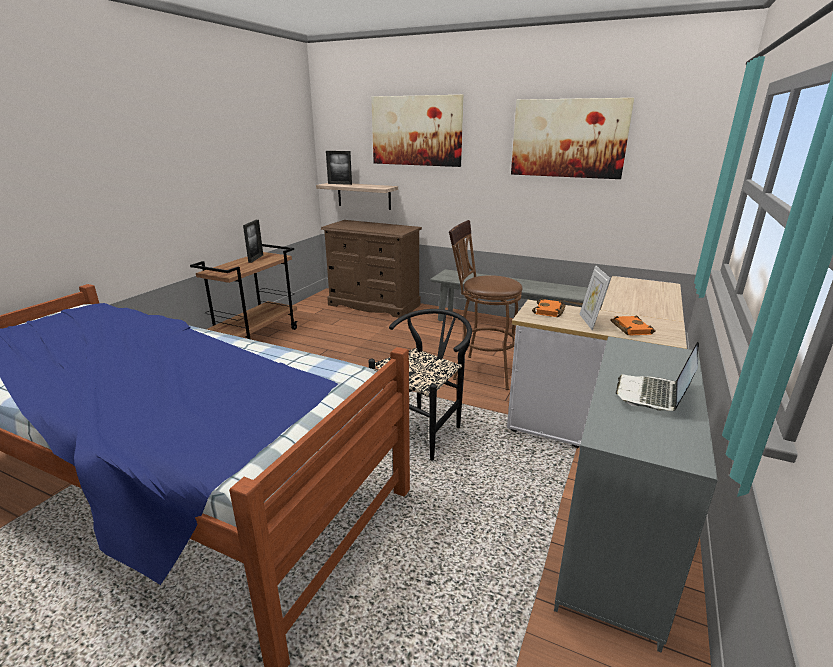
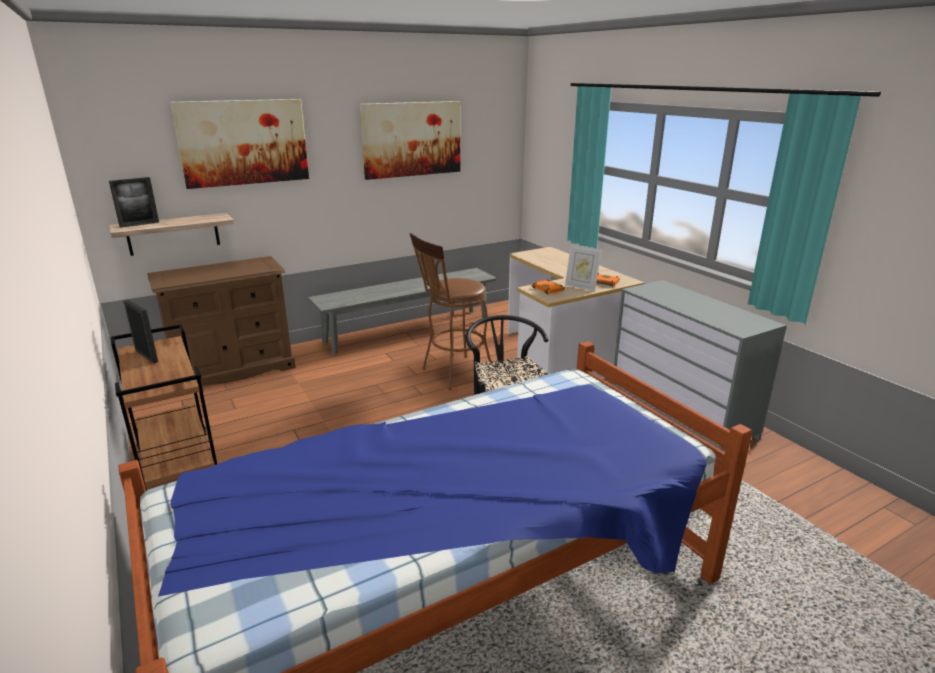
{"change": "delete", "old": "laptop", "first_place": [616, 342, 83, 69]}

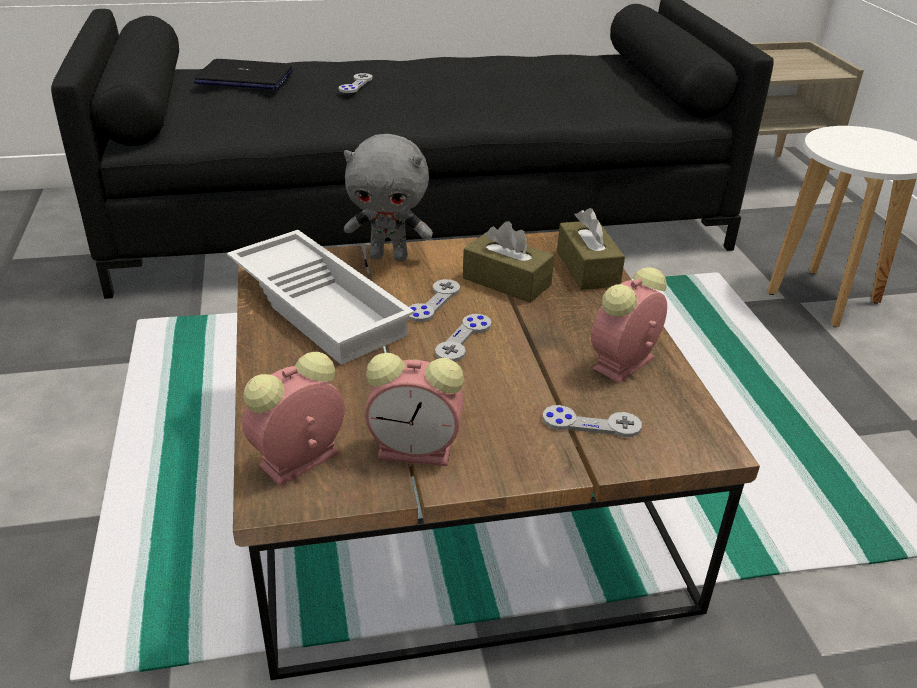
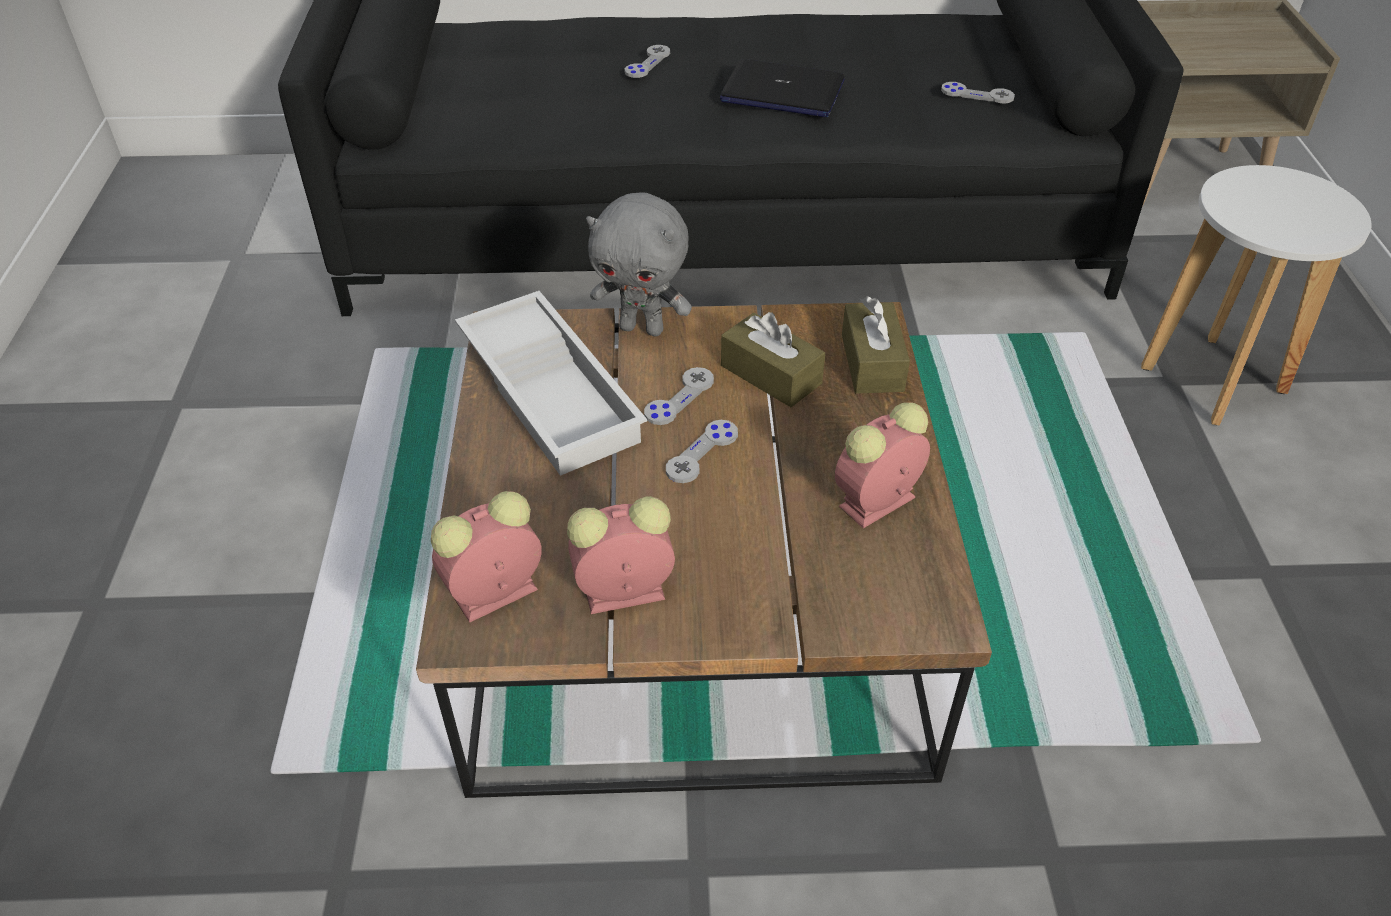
{"change": "move", "old": "laptop", "first_place": [194, 59, 99, 31], "second_place": [720, 60, 124, 57]}
{"change": "rotate", "old": "alarm clock", "first_place": [365, 353, 99, 113], "second_place": [567, 496, 108, 118], "degrees": 150}
{"change": "move", "old": "grey game controller", "first_place": [542, 405, 100, 32], "second_place": [941, 82, 74, 21]}

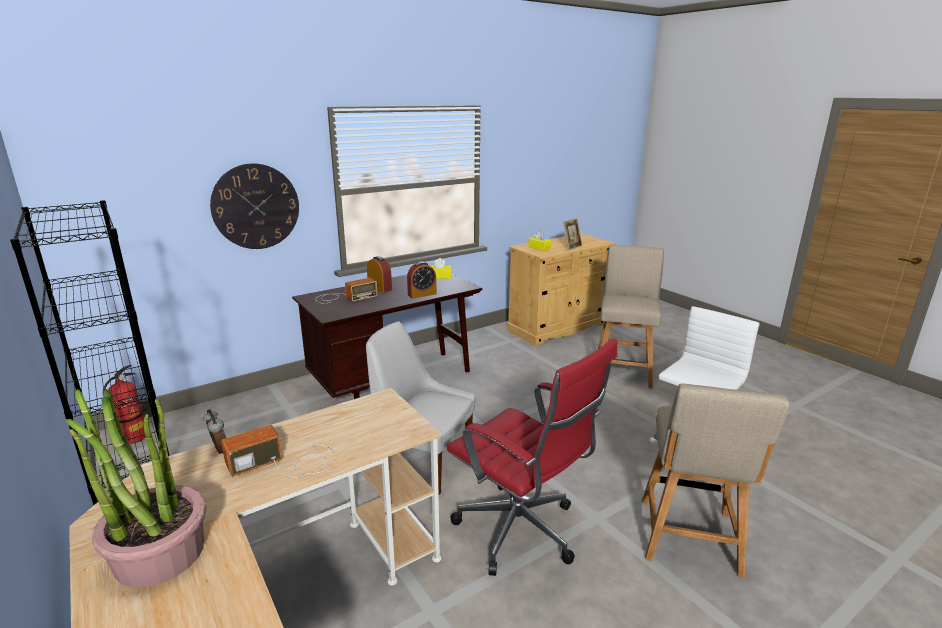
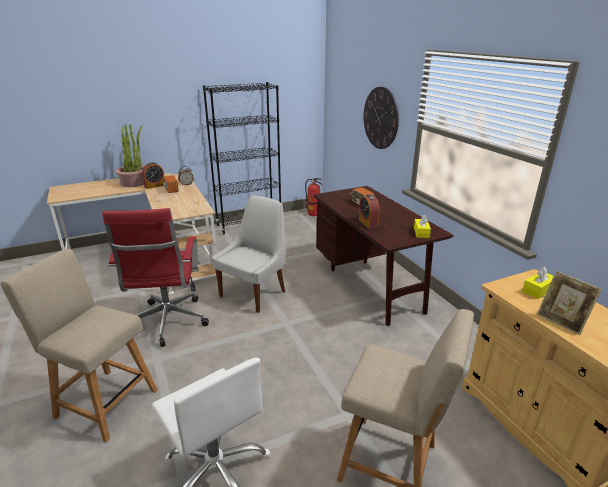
{"change": "move", "old": "alarm clock", "first_place": [367, 256, 25, 37], "second_place": [142, 162, 22, 27]}
{"change": "rotate", "old": "red office chair", "first_place": [447, 339, 170, 237], "second_place": [102, 208, 107, 139], "degrees": -60}

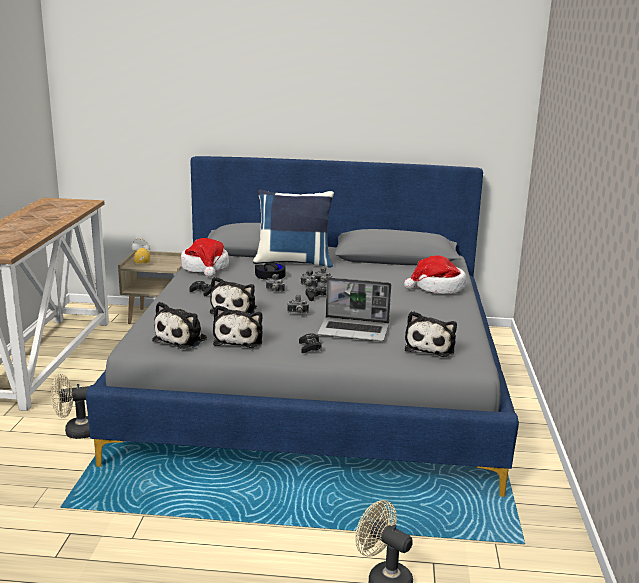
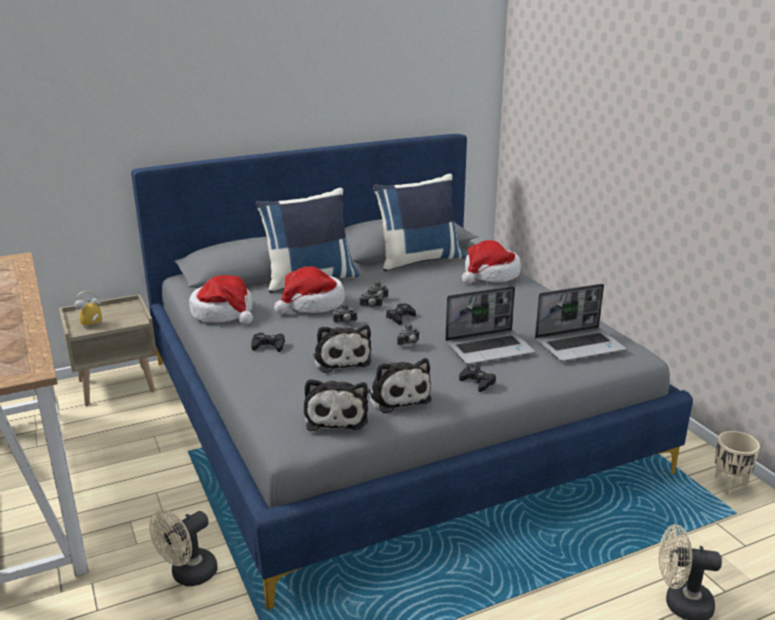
{"change": "replace", "old": "black headphones", "new": "hat", "first_place": [255, 262, 30, 18], "second_place": [274, 266, 71, 48]}
{"change": "replace", "old": "plush toy", "new": "laptop", "first_place": [405, 311, 52, 46], "second_place": [535, 284, 92, 77]}
{"change": "insert", "new": "blue pillow", "second_place": [373, 174, 93, 98]}
{"change": "insert", "new": "beige planter", "second_place": [715, 431, 45, 64]}

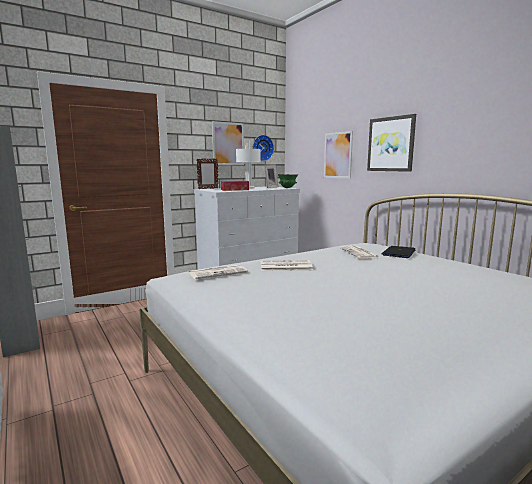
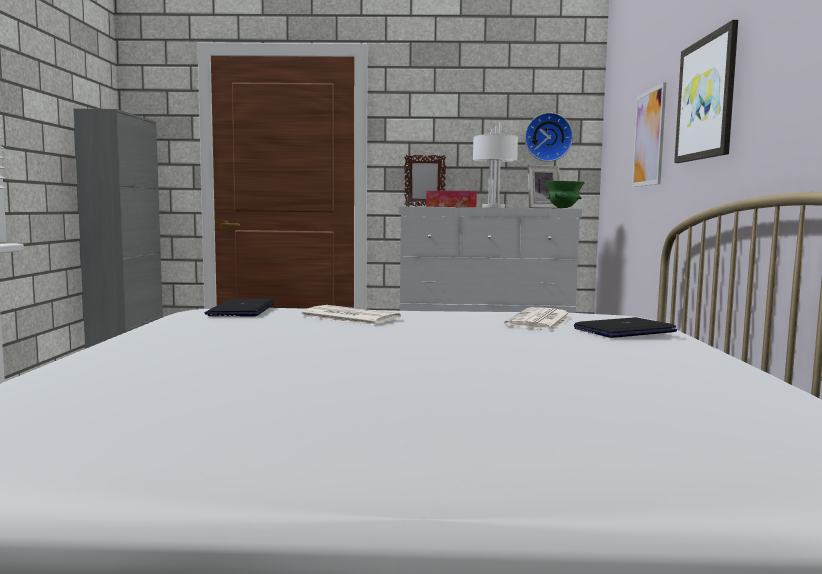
{"change": "delete", "old": "picture", "first_place": [212, 121, 32, 44]}
{"change": "replace", "old": "newspaper", "new": "laptop", "first_place": [189, 265, 59, 14], "second_place": [205, 299, 69, 17]}

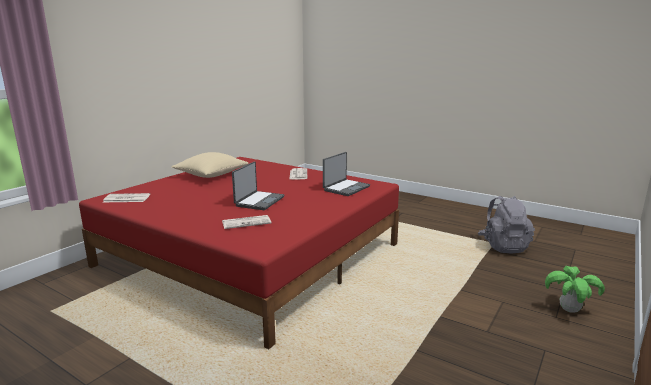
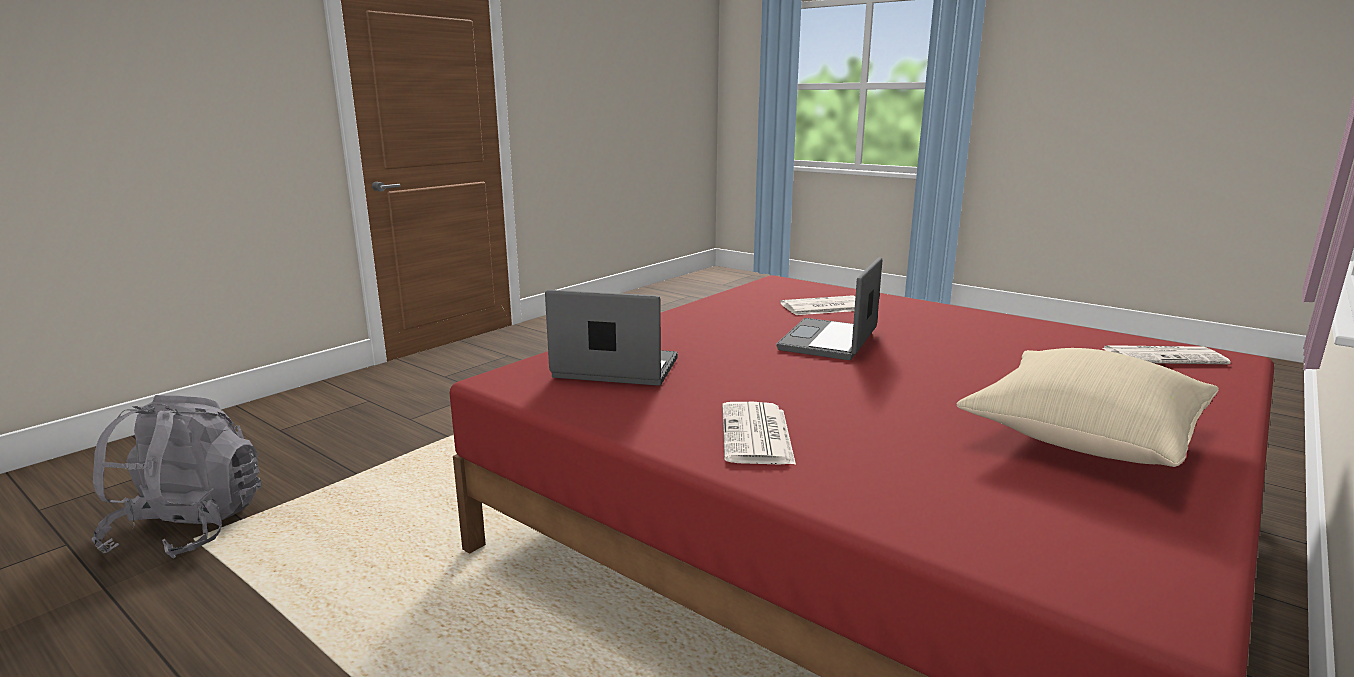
{"change": "rotate", "old": "laptop", "first_place": [323, 152, 47, 44], "second_place": [545, 290, 133, 96], "degrees": 60}
{"change": "delete", "old": "potted plant", "first_place": [545, 266, 60, 47]}

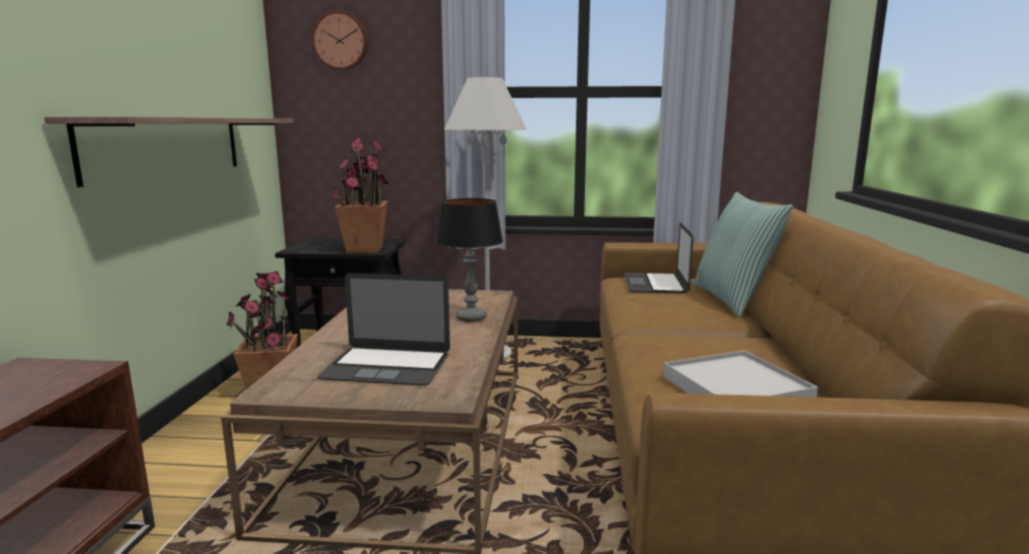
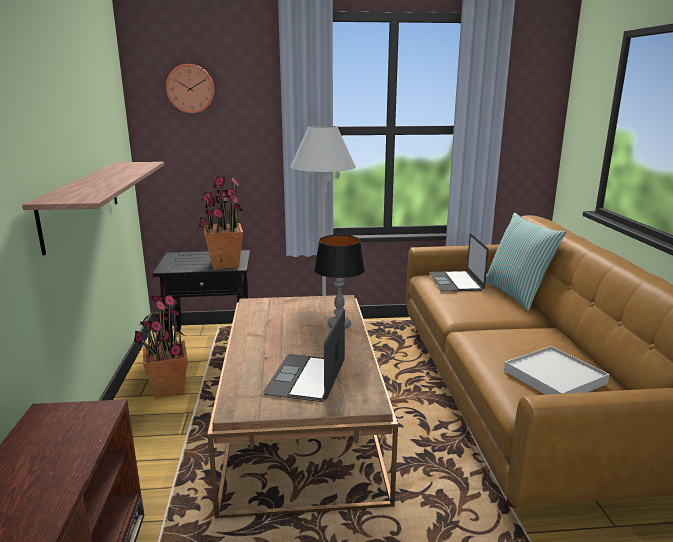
{"change": "rotate", "old": "laptop", "first_place": [317, 273, 133, 113], "second_place": [263, 308, 82, 94], "degrees": 105}

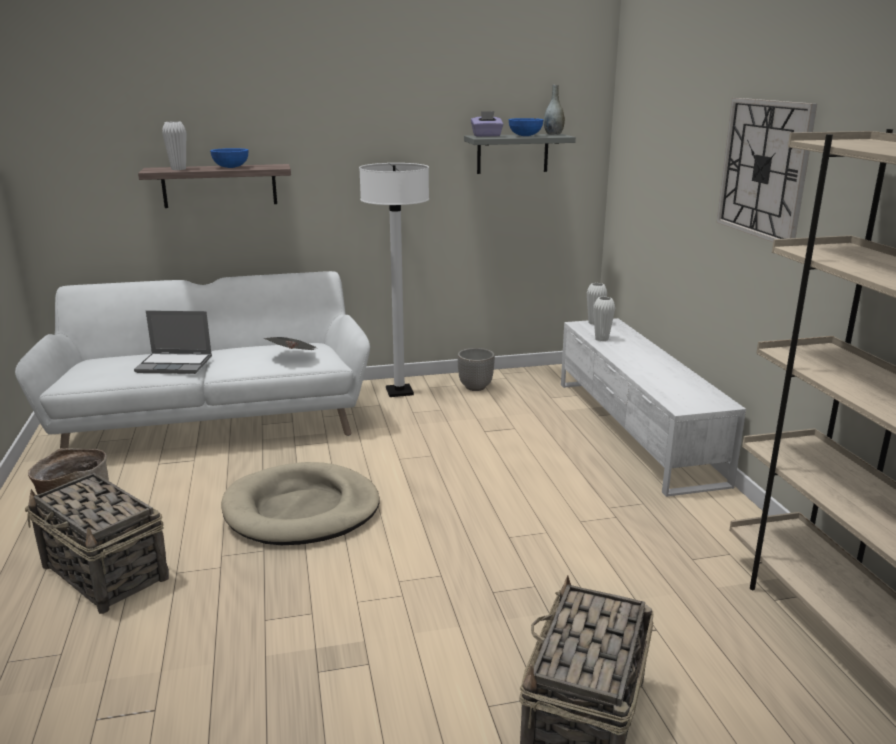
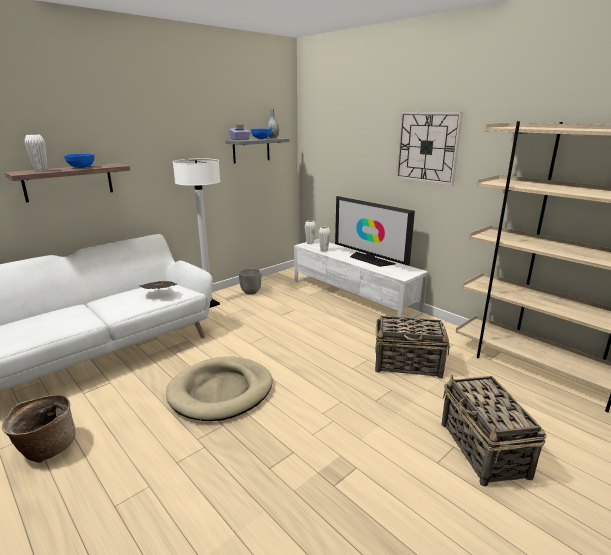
{"change": "delete", "old": "laptop", "first_place": [134, 311, 78, 63]}
{"change": "move", "old": "basket", "first_place": [25, 473, 144, 141], "second_place": [375, 316, 75, 62]}
{"change": "insert", "new": "television", "second_place": [335, 196, 80, 71]}

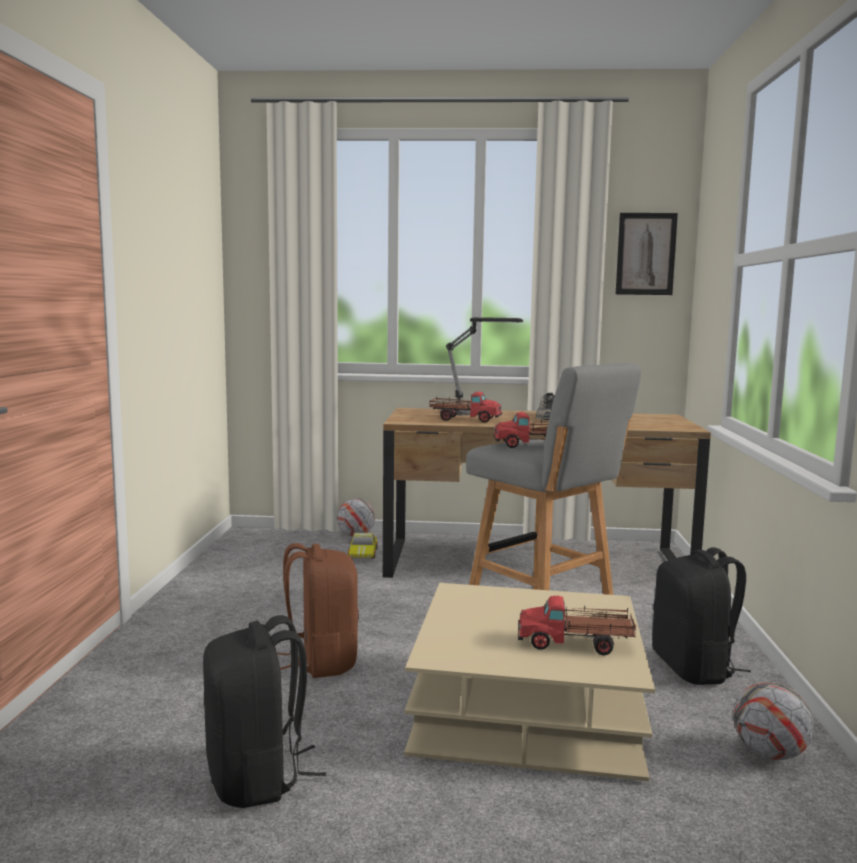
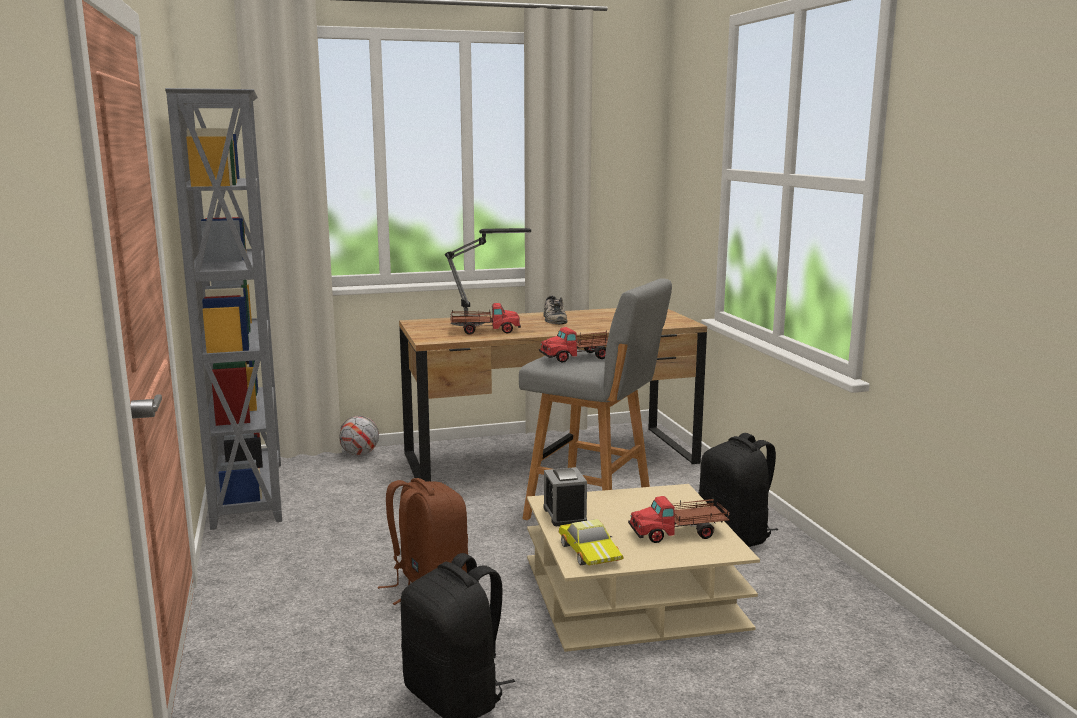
{"change": "delete", "old": "picture", "first_place": [616, 213, 62, 82]}
{"change": "move", "old": "toy car", "first_place": [348, 533, 30, 26], "second_place": [559, 519, 65, 47]}
{"change": "delete", "old": "football", "first_place": [733, 682, 81, 78]}
{"change": "insert", "new": "grey bookcase", "second_place": [165, 88, 117, 442]}
{"change": "insert", "new": "alarm clock", "second_place": [544, 467, 43, 59]}

